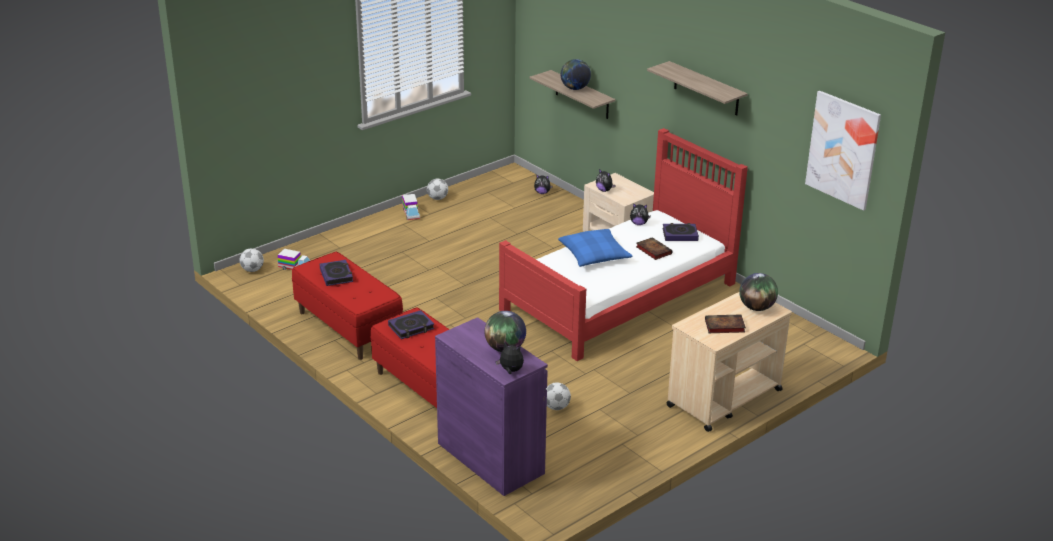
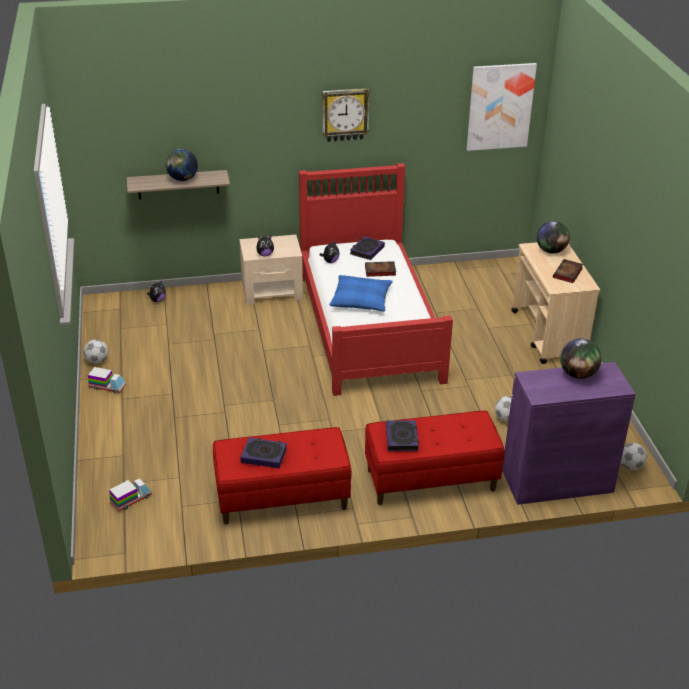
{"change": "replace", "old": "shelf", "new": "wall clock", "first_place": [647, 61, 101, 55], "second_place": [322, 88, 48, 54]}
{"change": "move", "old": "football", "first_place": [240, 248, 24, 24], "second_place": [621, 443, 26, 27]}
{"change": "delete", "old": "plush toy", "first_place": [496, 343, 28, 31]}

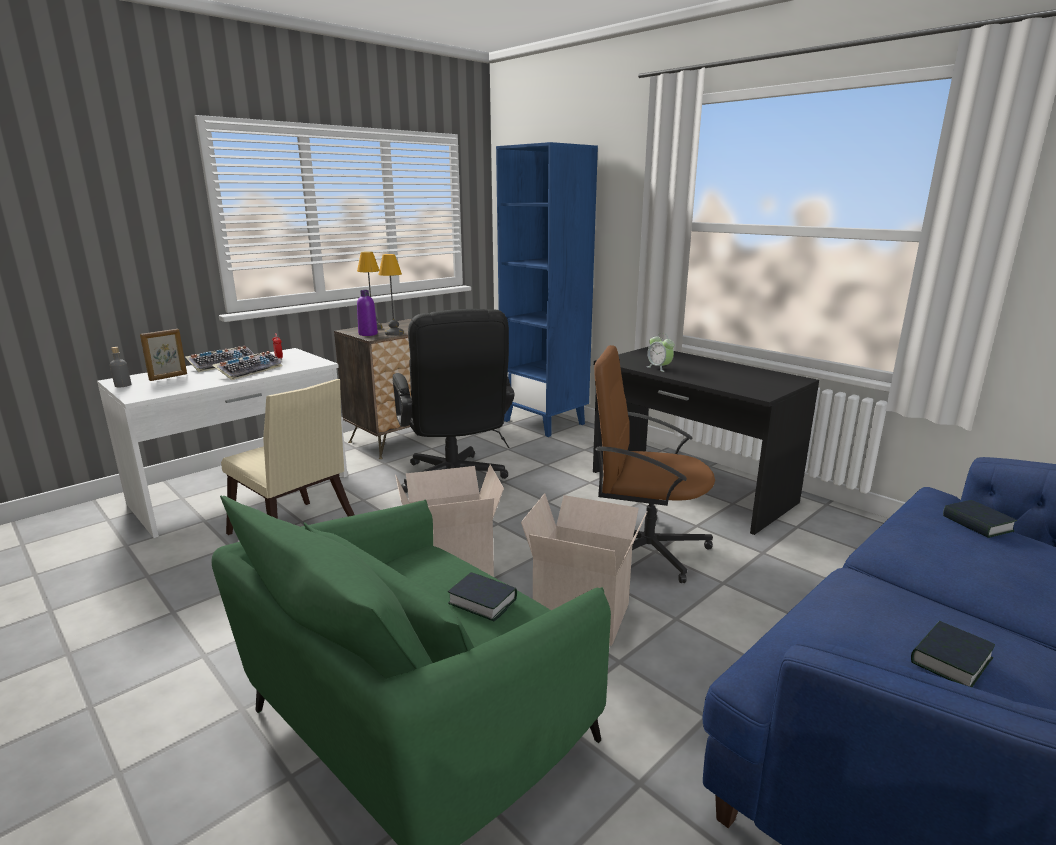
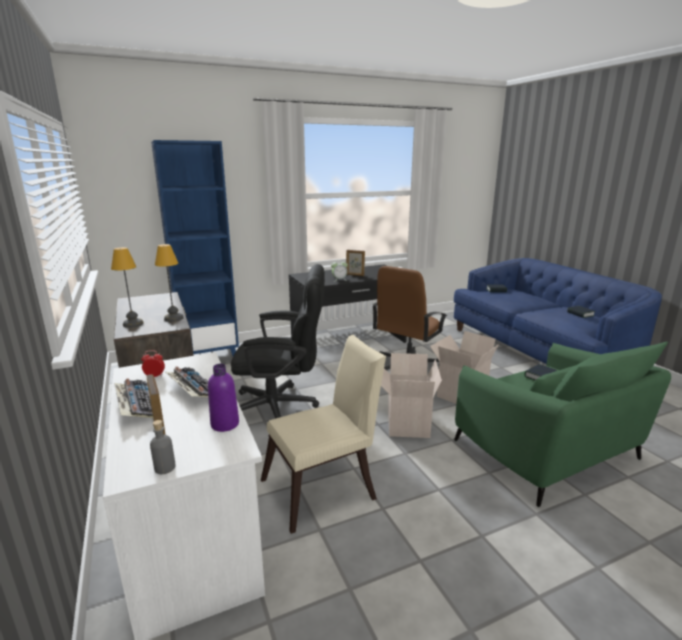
{"change": "move", "old": "purple bottle", "first_place": [357, 290, 21, 46], "second_place": [208, 363, 31, 69]}
{"change": "insert", "new": "picture frame", "second_place": [346, 250, 19, 26]}

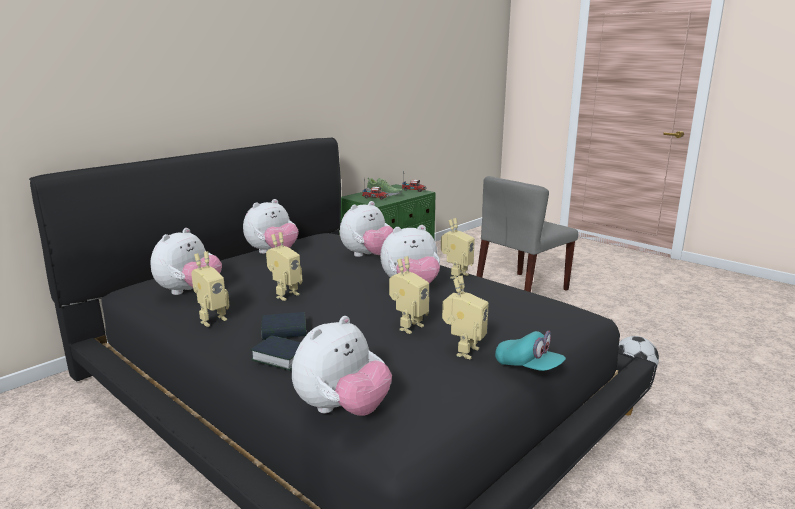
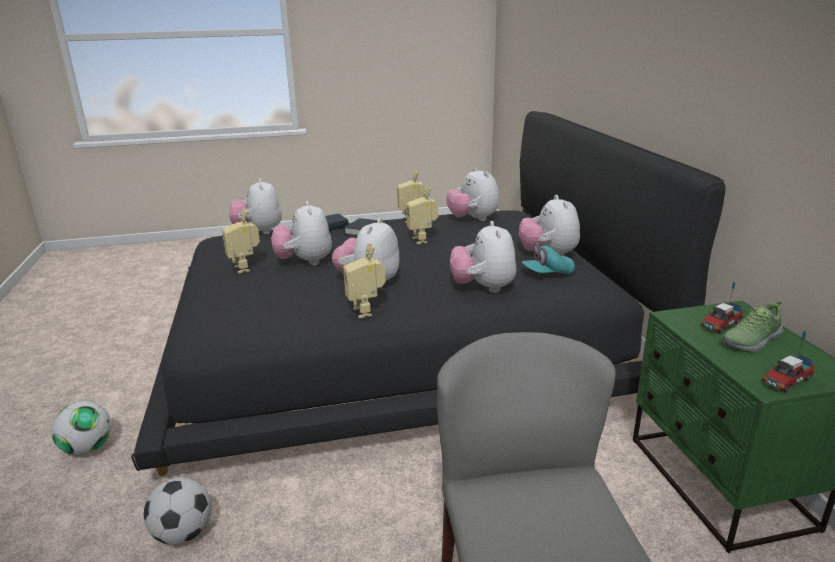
{"change": "replace", "old": "toy robot", "new": "plush toy", "first_place": [389, 256, 40, 78], "second_place": [271, 201, 61, 64]}
{"change": "move", "old": "turquoise cap", "first_place": [495, 331, 71, 40], "second_place": [522, 243, 53, 31]}
{"change": "insert", "new": "football", "second_place": [51, 401, 60, 54]}

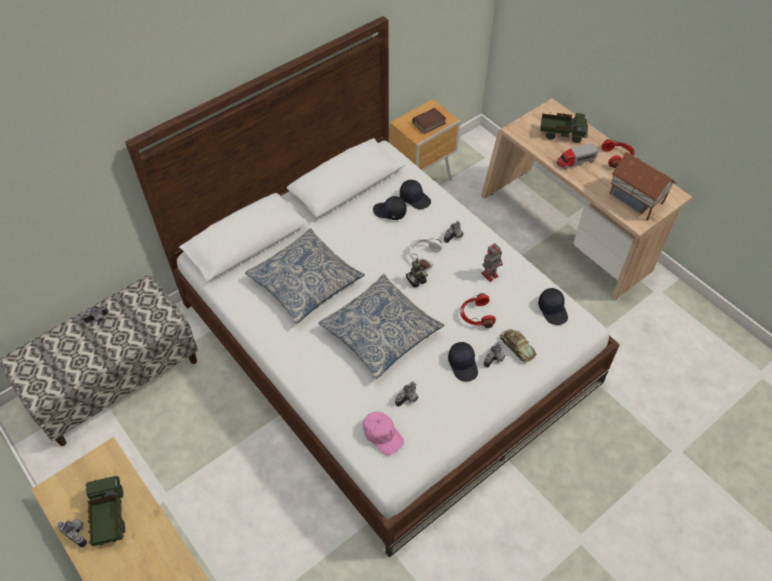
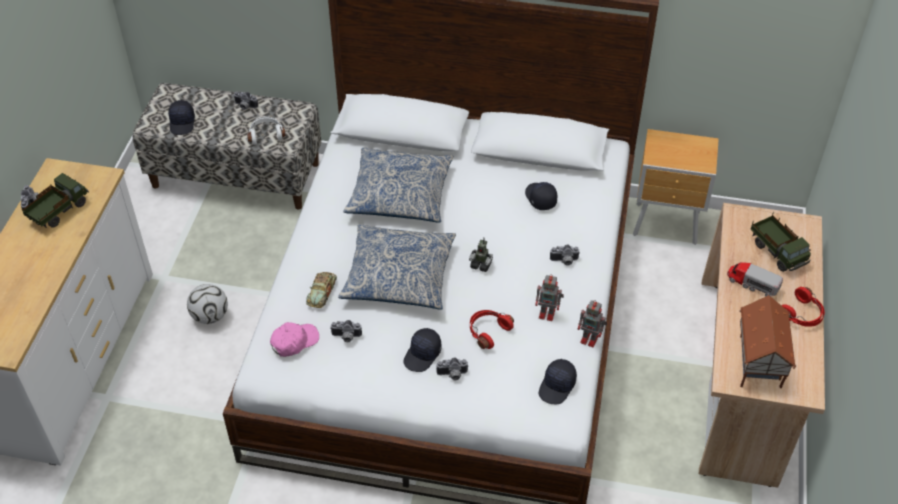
{"change": "delete", "old": "book", "first_place": [412, 108, 34, 26]}
{"change": "move", "old": "black cap", "first_place": [400, 180, 31, 29], "second_place": [169, 100, 26, 35]}
{"change": "move", "old": "white headphones", "first_place": [408, 238, 35, 31], "second_place": [247, 116, 39, 29]}
{"change": "move", "old": "toy car", "first_place": [500, 329, 36, 34], "second_place": [306, 272, 31, 36]}
{"change": "rotate", "old": "pink cap", "first_place": [363, 412, 41, 43], "second_place": [270, 322, 49, 35], "degrees": -135}
{"change": "insert", "new": "football", "second_place": [187, 284, 41, 40]}
{"change": "insert", "new": "toy robot", "second_place": [577, 300, 31, 47]}

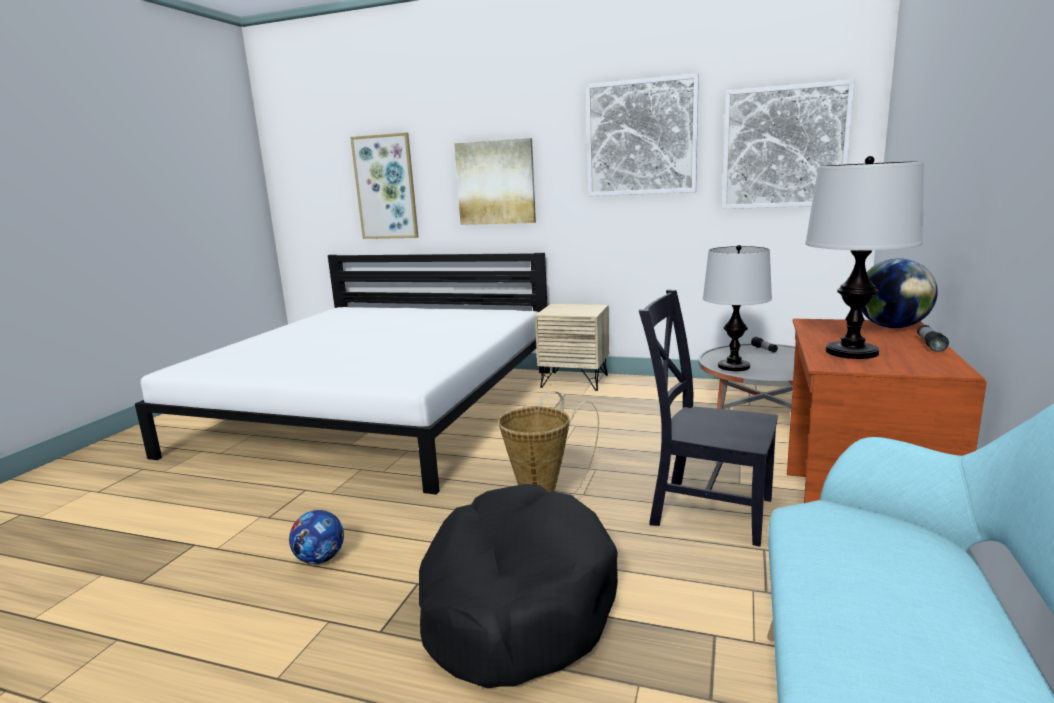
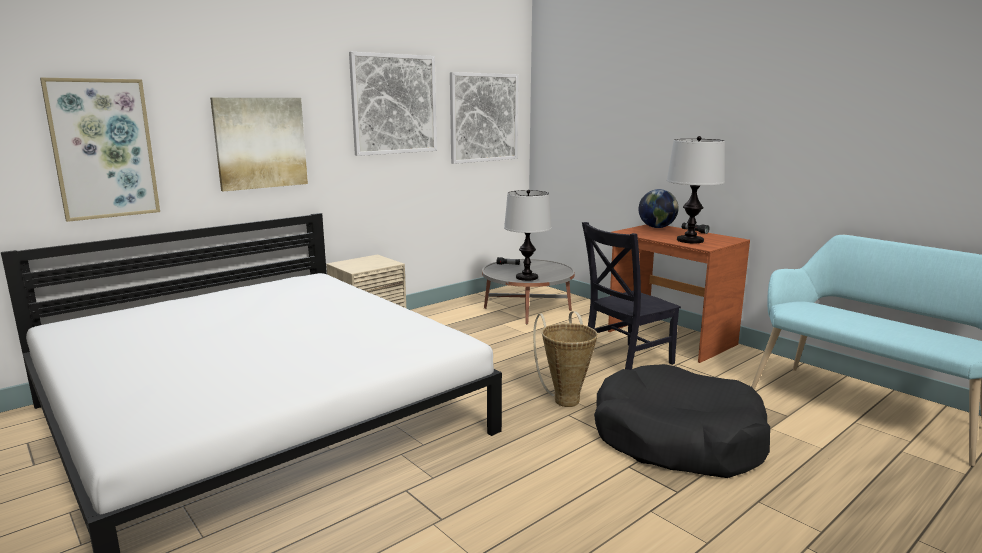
{"change": "delete", "old": "football", "first_place": [289, 510, 55, 54]}

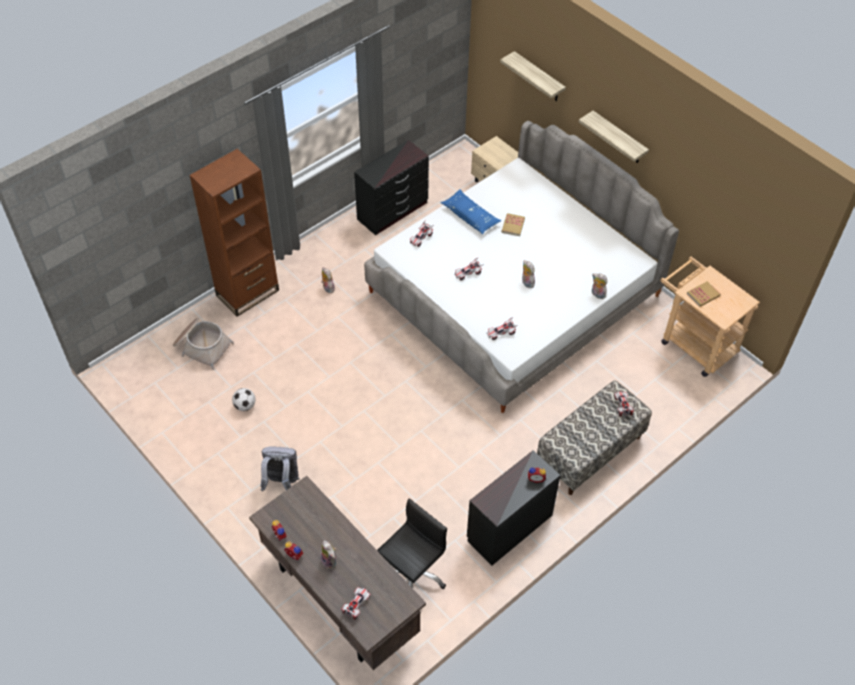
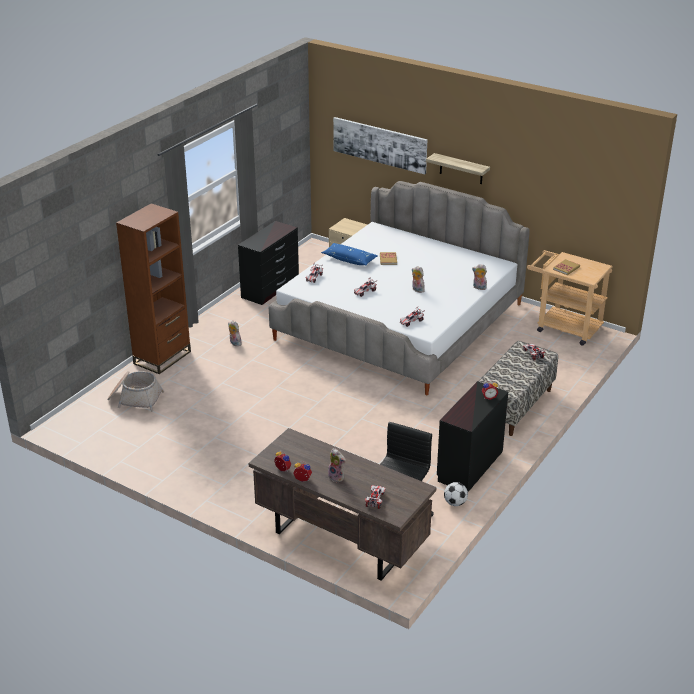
{"change": "replace", "old": "shelf", "new": "picture", "first_place": [500, 51, 66, 50], "second_place": [333, 117, 95, 57]}
{"change": "move", "old": "football", "first_place": [232, 388, 24, 23], "second_place": [444, 482, 24, 24]}
{"change": "delete", "old": "grey backpack", "first_place": [261, 446, 39, 45]}

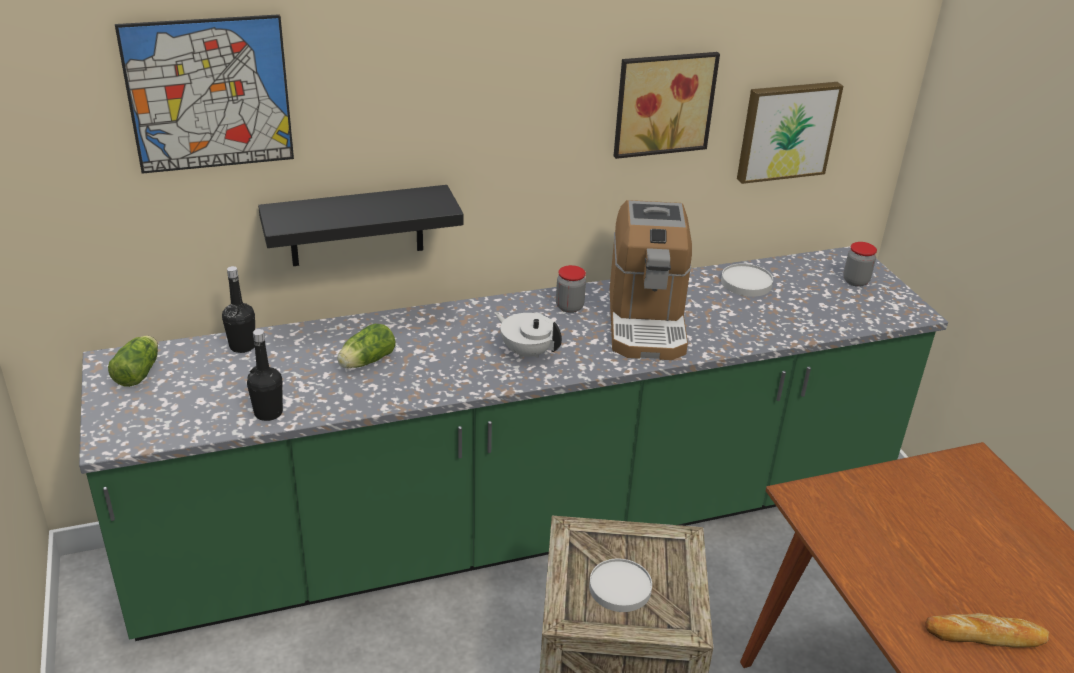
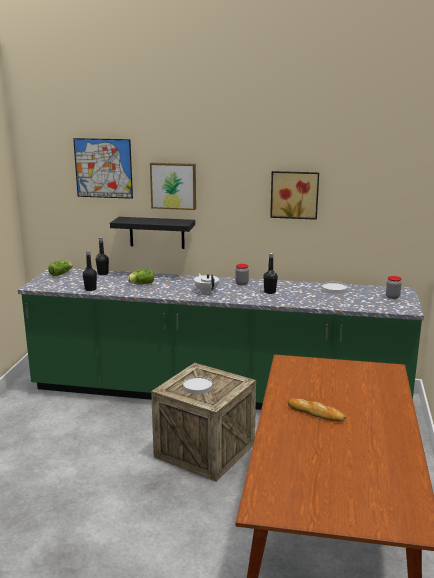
{"change": "move", "old": "picture", "first_place": [737, 82, 106, 102], "second_place": [150, 163, 46, 47]}
{"change": "replace", "old": "coffee machine", "new": "black bottle", "first_place": [610, 200, 82, 160], "second_place": [263, 253, 15, 41]}

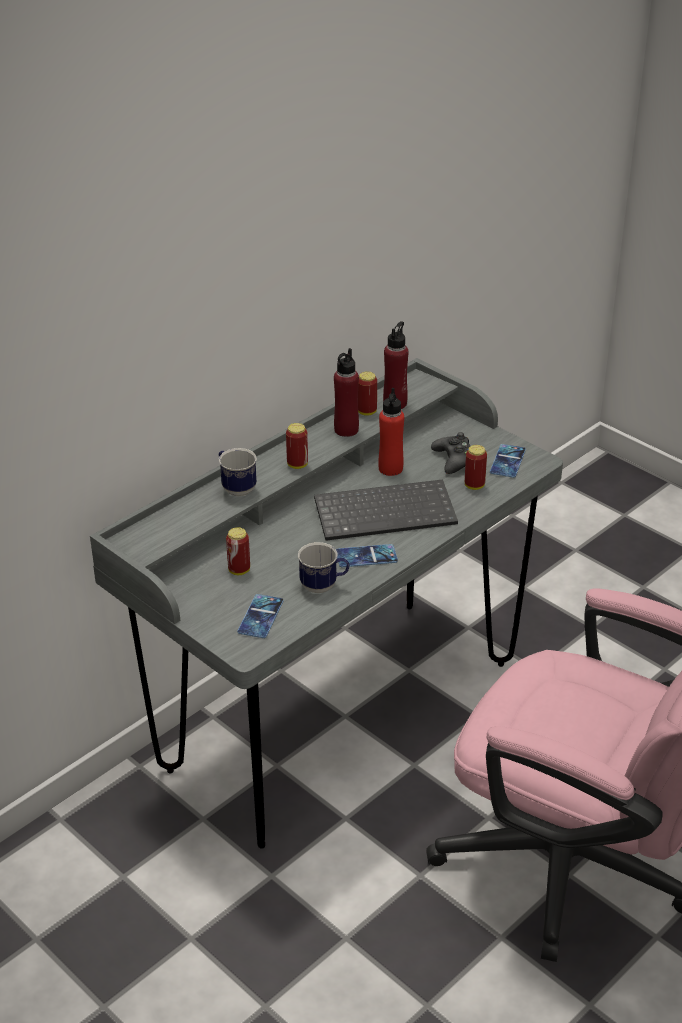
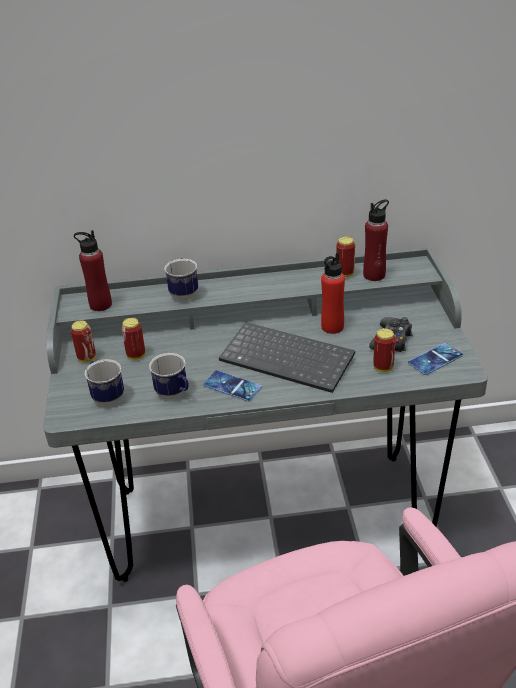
{"change": "move", "old": "red bottle", "first_place": [334, 348, 25, 89], "second_place": [74, 230, 38, 81]}
{"change": "move", "old": "can", "first_place": [286, 423, 22, 46], "second_place": [71, 320, 25, 42]}
{"change": "replace", "old": "phone", "new": "mug", "first_place": [237, 594, 47, 44], "second_place": [85, 359, 39, 47]}

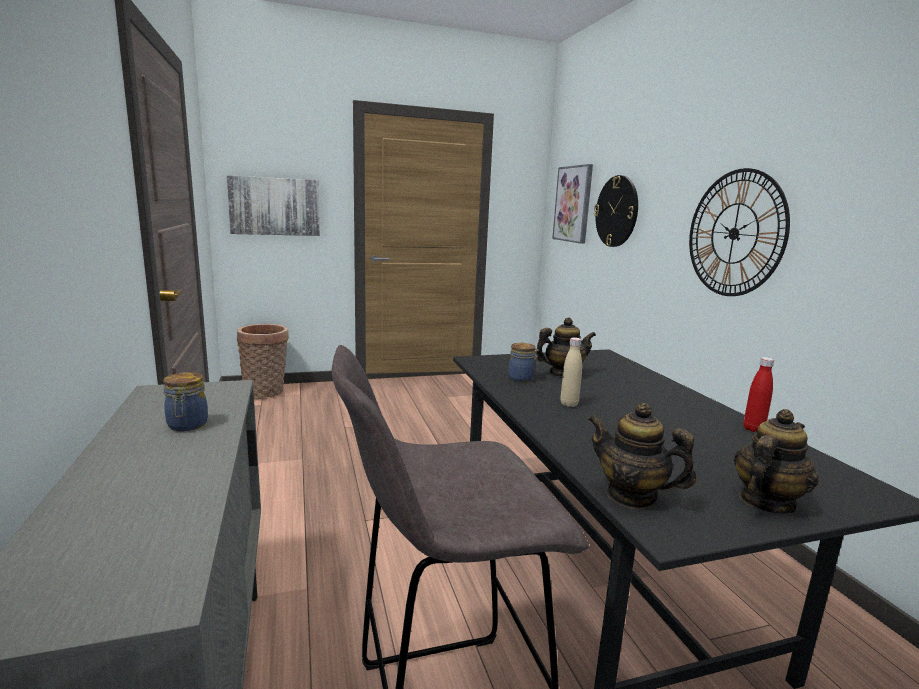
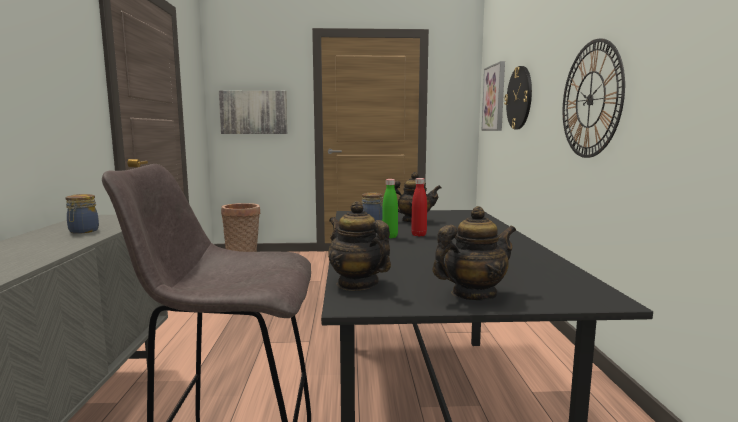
{"change": "recolor", "old": "beige bottle", "new": "green bottle", "first_place": [560, 337, 22, 70], "second_place": [382, 179, 16, 59]}
{"change": "move", "old": "red bottle", "first_place": [743, 357, 31, 75], "second_place": [411, 178, 16, 58]}

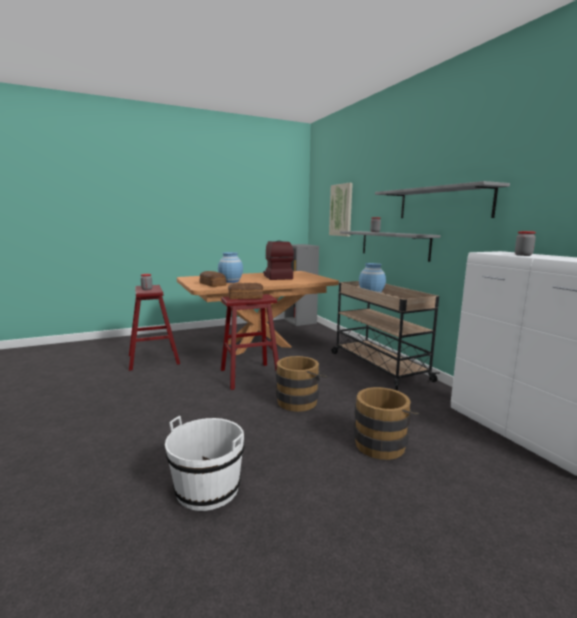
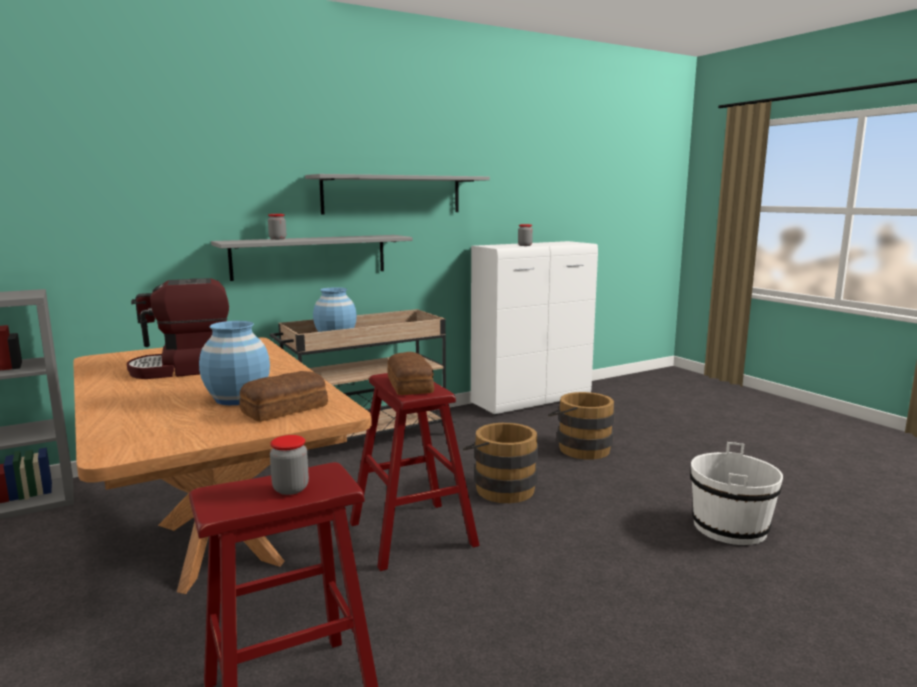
{"change": "delete", "old": "picture", "first_place": [329, 183, 24, 54]}

